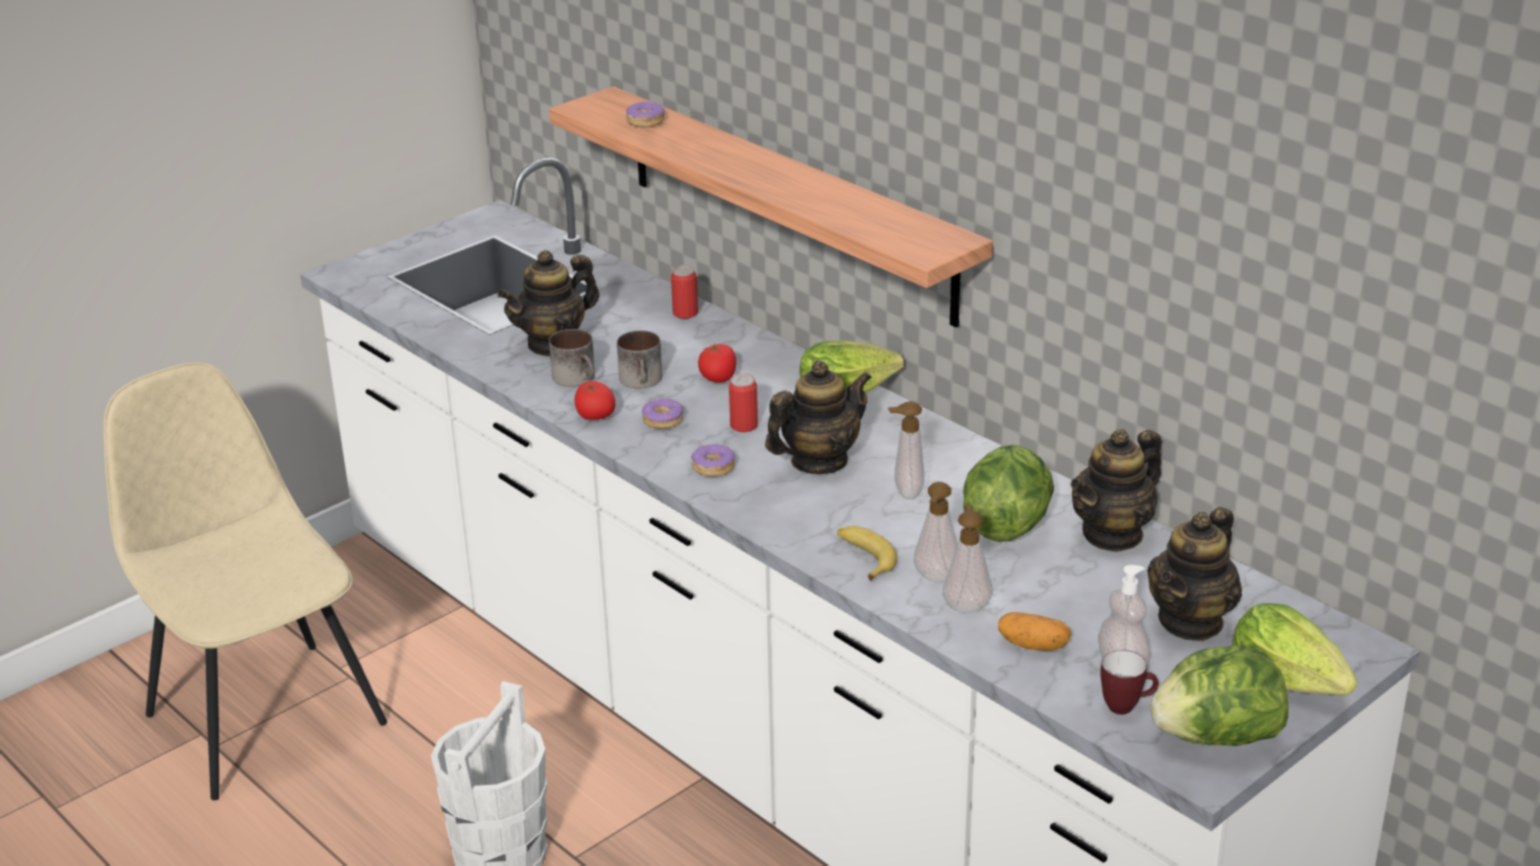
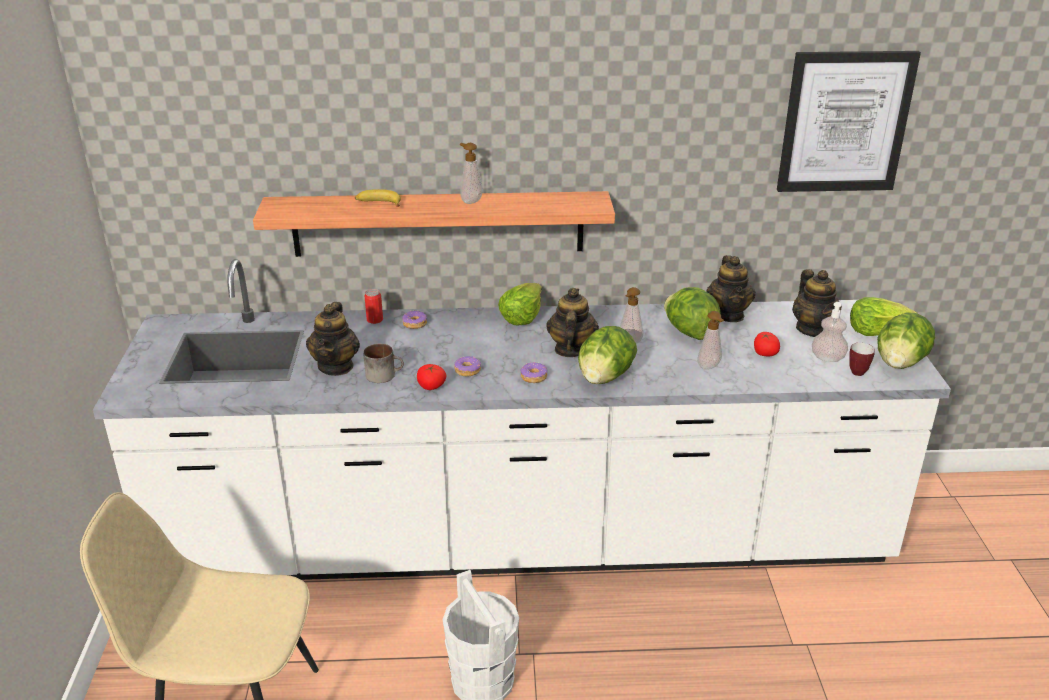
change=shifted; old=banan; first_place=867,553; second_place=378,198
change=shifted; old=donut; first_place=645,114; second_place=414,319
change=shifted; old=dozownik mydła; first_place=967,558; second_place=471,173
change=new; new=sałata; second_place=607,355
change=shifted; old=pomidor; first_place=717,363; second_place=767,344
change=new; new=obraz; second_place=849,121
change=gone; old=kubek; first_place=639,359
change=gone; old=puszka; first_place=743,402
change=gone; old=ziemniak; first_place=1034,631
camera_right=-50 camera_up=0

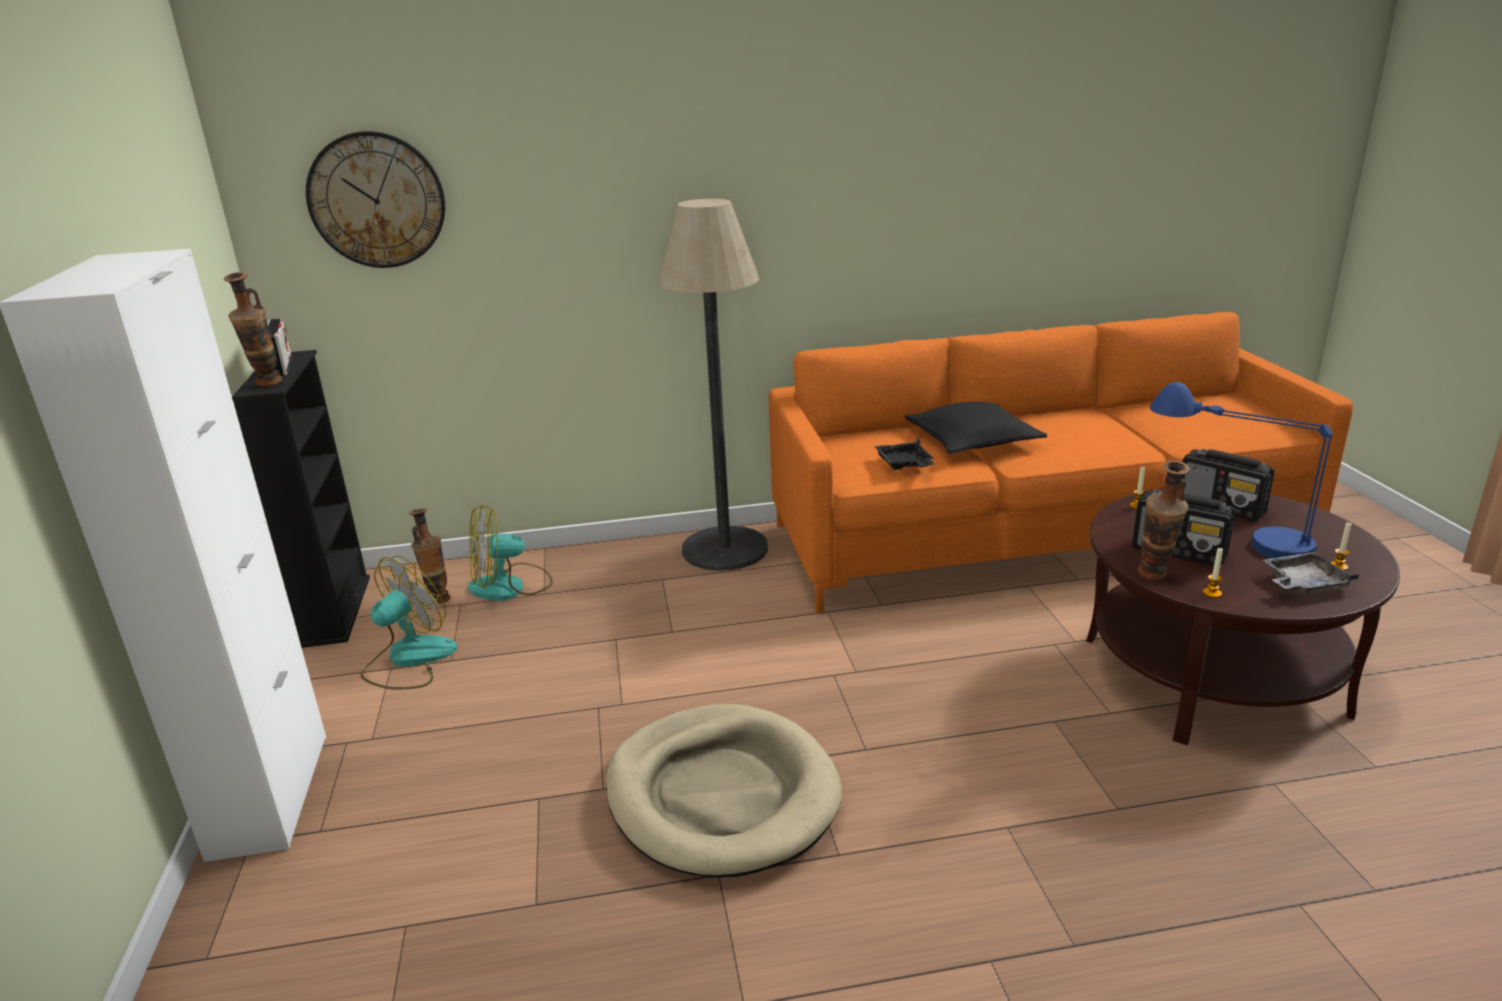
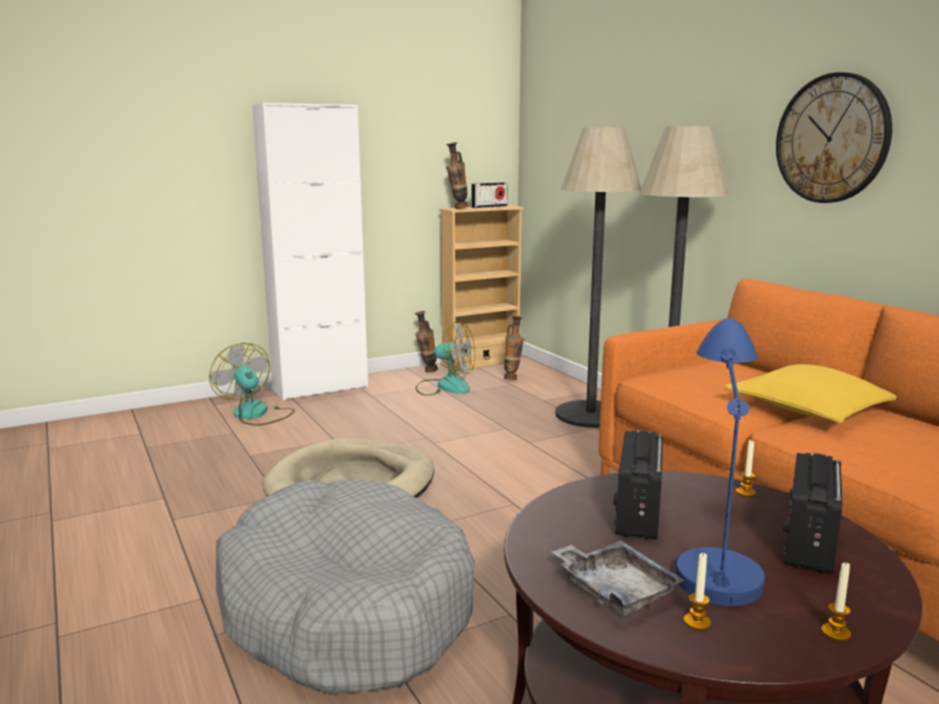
change=shifted; old=wentylator; first_place=510,552; second_place=252,384
change=new; new=legowisko [szary]; second_place=345,587
change=shifted; old=wazon; first_place=1164,520; second_place=426,342
change=repainted; old=regał [czarny]; new=regał [beżowy]; first_place=301,499; second_place=481,288
change=new; new=lampa stojąca; second_place=598,278
change=repainted; old=poduszka [czarny]; new=poduszka [żółty]; first_place=976,427; second_place=810,393
change=shifted; old=zegar ścienny; first_place=375,199; second_place=834,137
change=shifted; old=świeca; first_place=1213,572; second_place=836,602
change=gone; old=taca [czarny]; first_place=904,454
camera_right=70 camera_up=-10

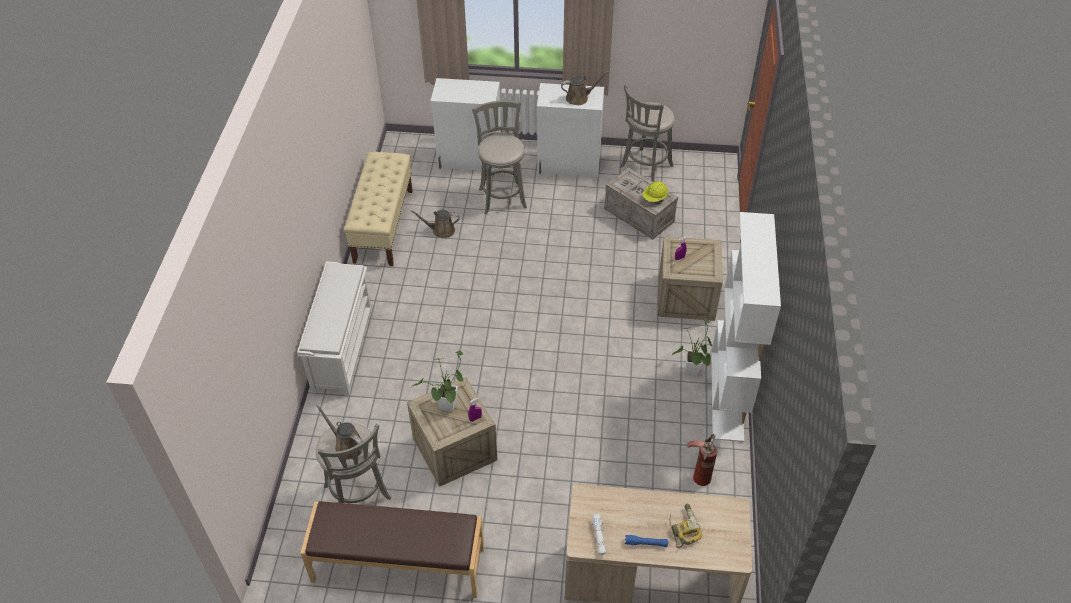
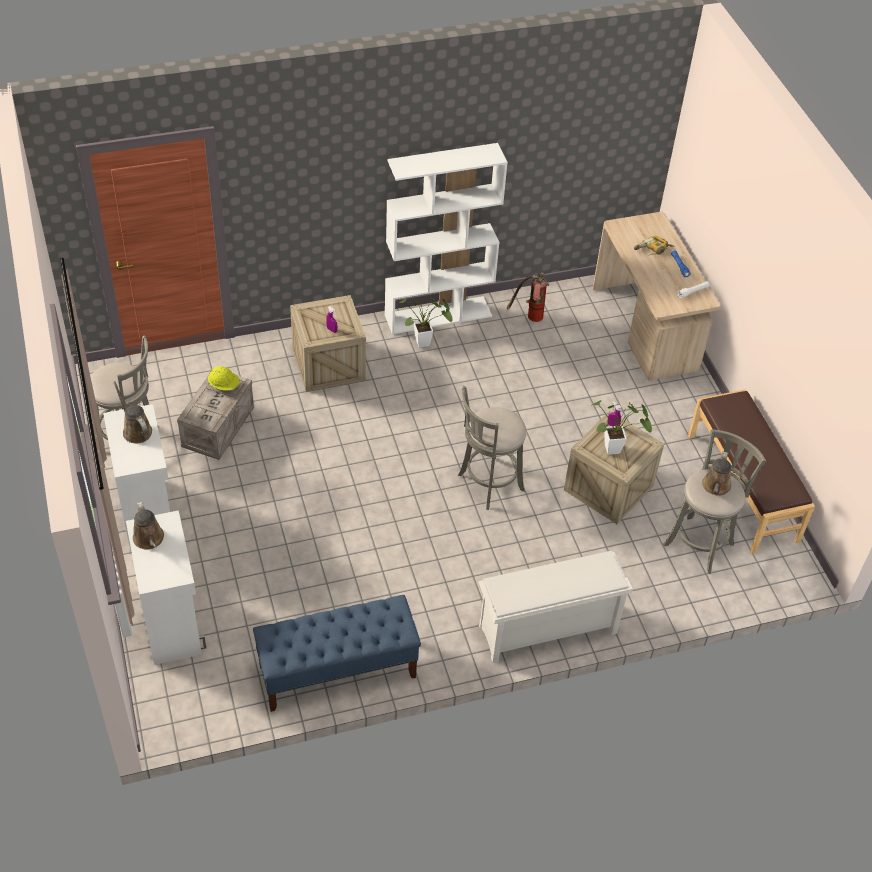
change=shifted; old=konewka [brązowy]; first_place=435,224; second_place=148,525
change=repainted; old=ławka [beżowy]; new=ławka [niebieski]; first_place=378,209; second_place=337,653
change=shifted; old=stołek [szary]; first_place=499,157; second_place=492,448
camera_right=-115 camera_up=0

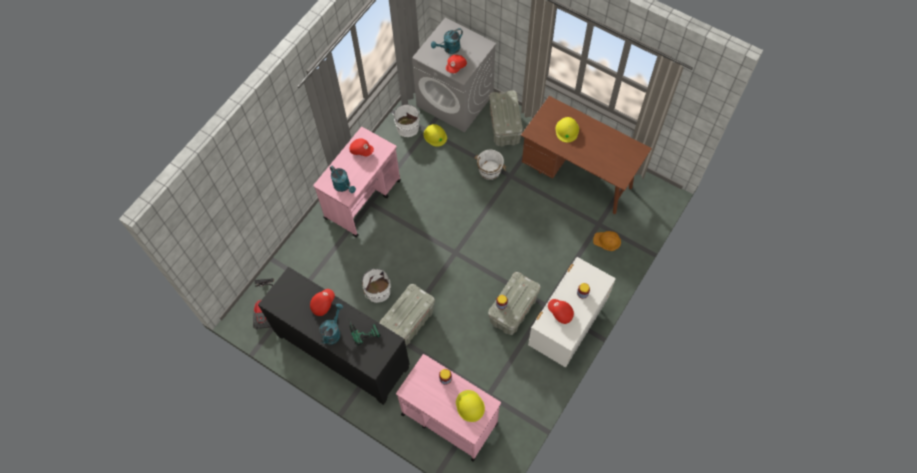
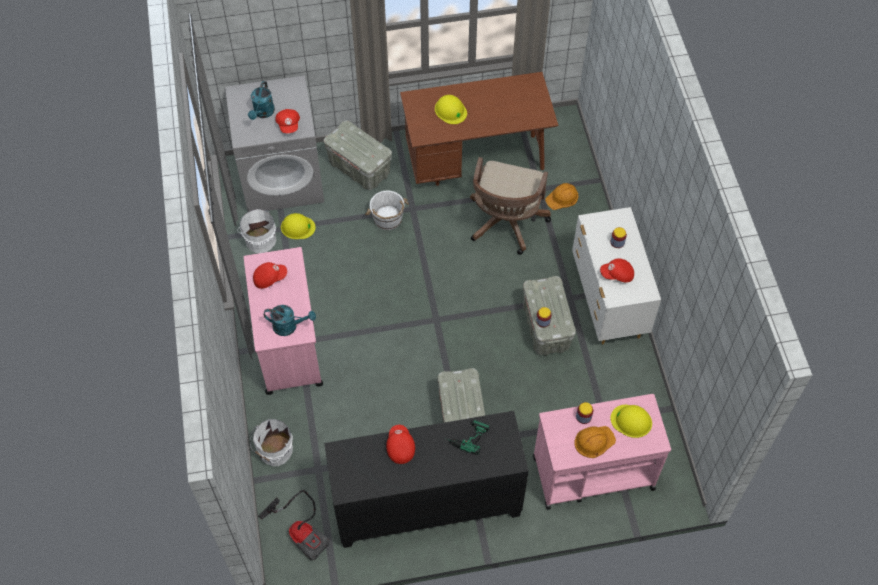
change=shifted; old=wiadro [biały]; first_place=376,285; second_place=271,442
change=new; new=krzesło biurowe [brązowy]; second_place=510,206
change=new; new=kask [pomarańczowy]; second_place=595,442
change=gone; old=konewka [turkusowy]; first_place=331,324
camera_right=-45 camera_up=-5

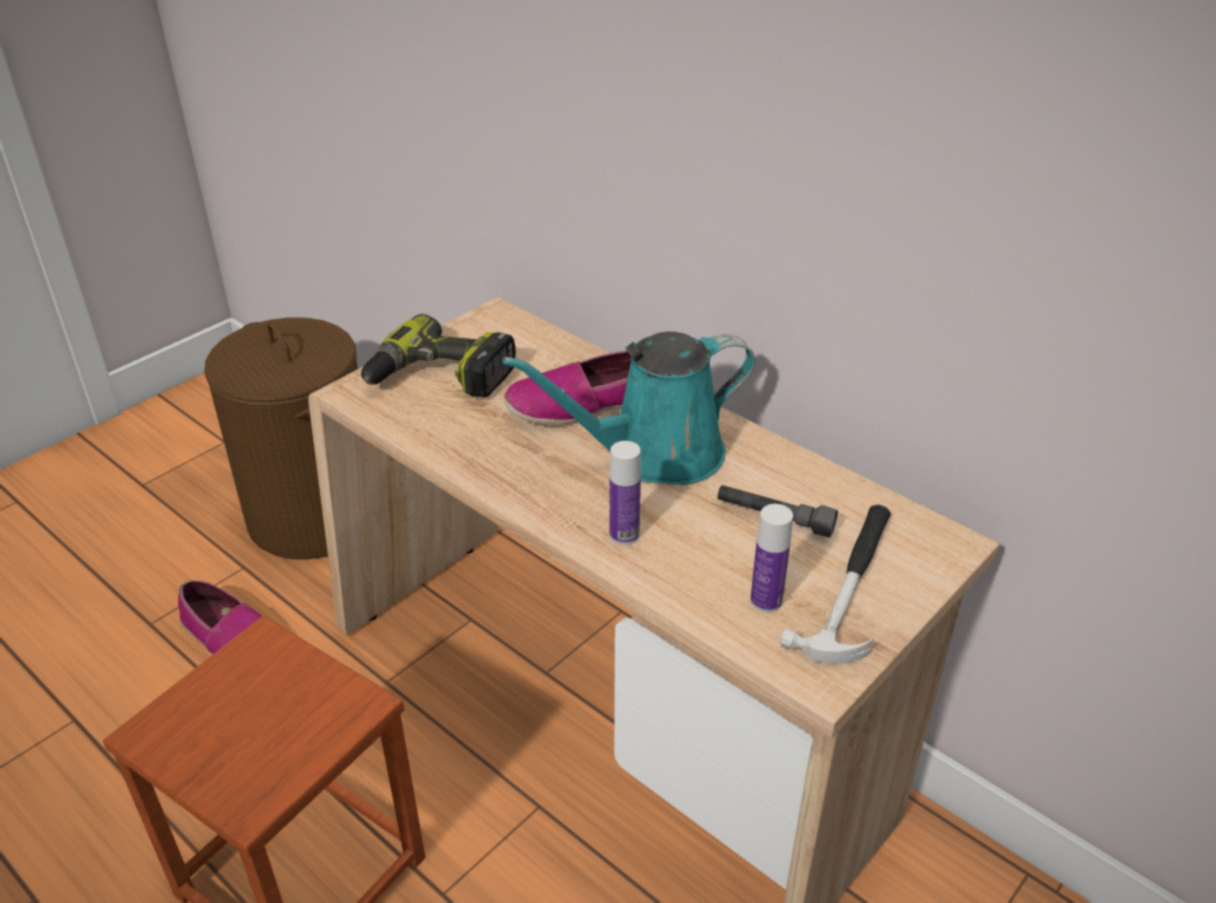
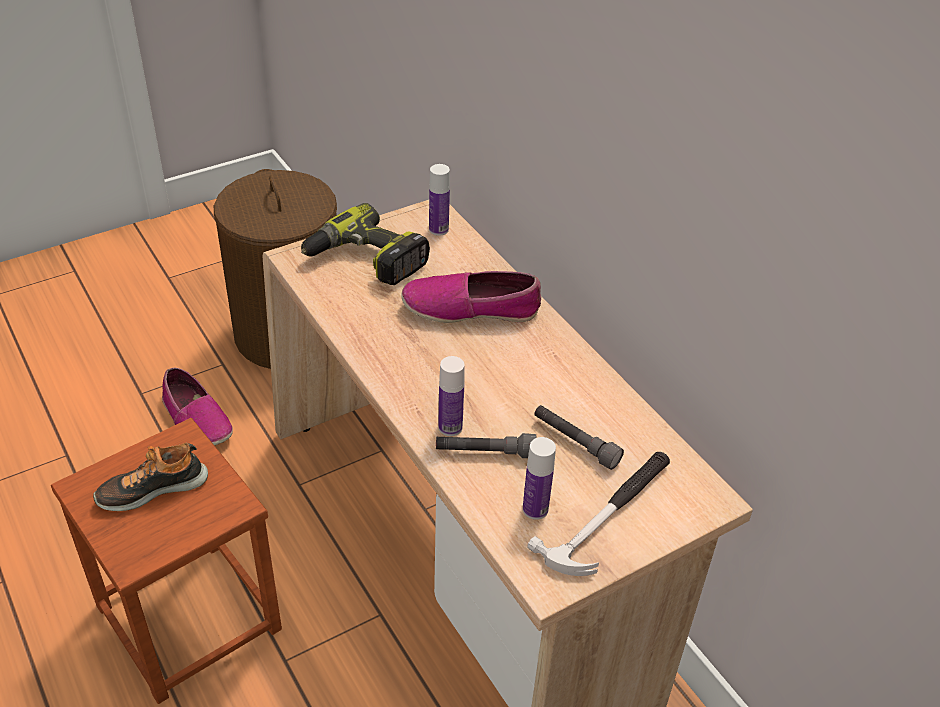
change=new; new=but; second_place=150,477
change=new; new=butelka; second_place=439,200
change=new; new=latarka [szary]; second_place=486,445
change=gone; old=konewka [turkusowy]; first_place=629,408
camera_right=15 camera_up=5

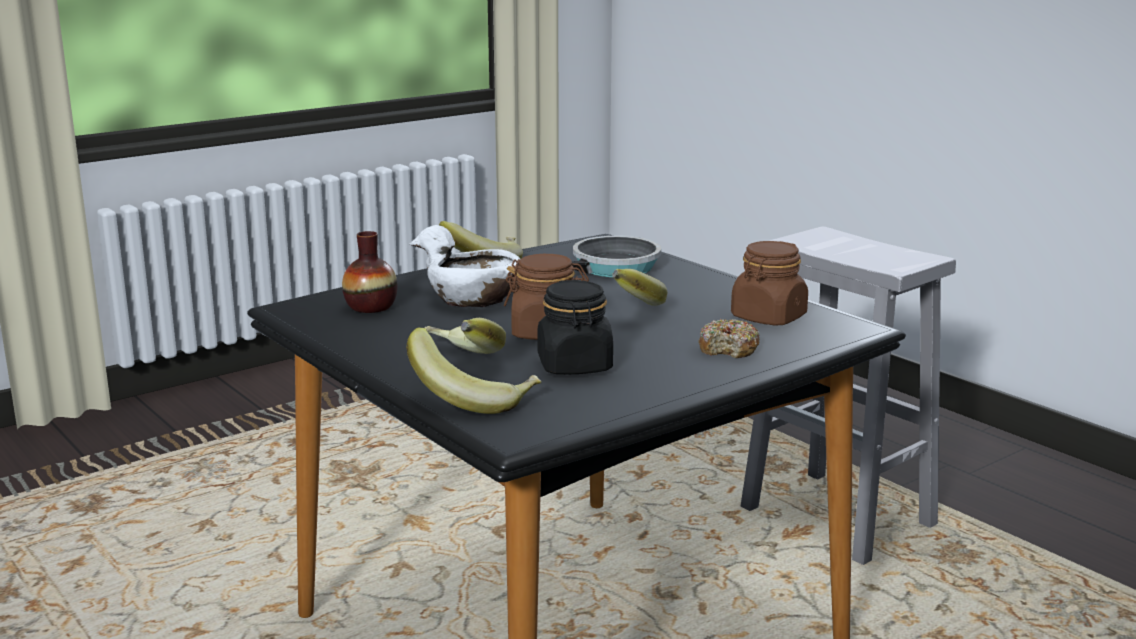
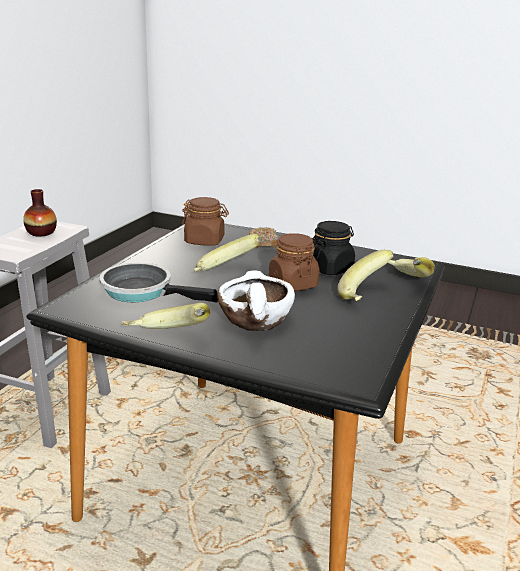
change=shifted; old=wazon; first_place=370,272; second_place=40,213
camera_right=-120 camera_up=5

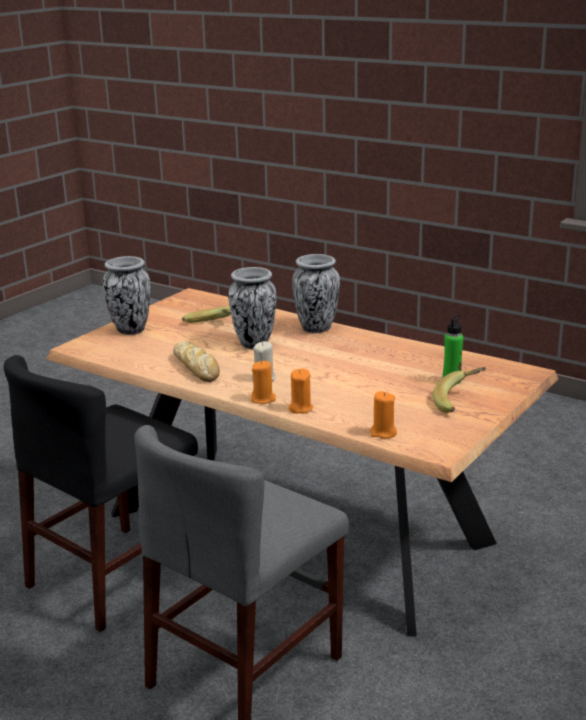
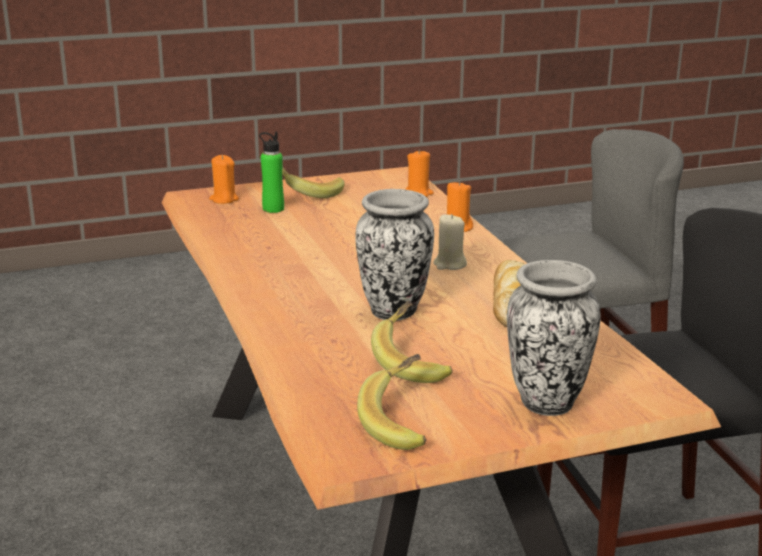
change=shifted; old=świeca [pomarańczowy]; first_place=263,382; second_place=224,179
change=new; new=banan; second_place=391,402
change=gone; old=wazon; first_place=316,293
camera_right=-145 camera_up=0

